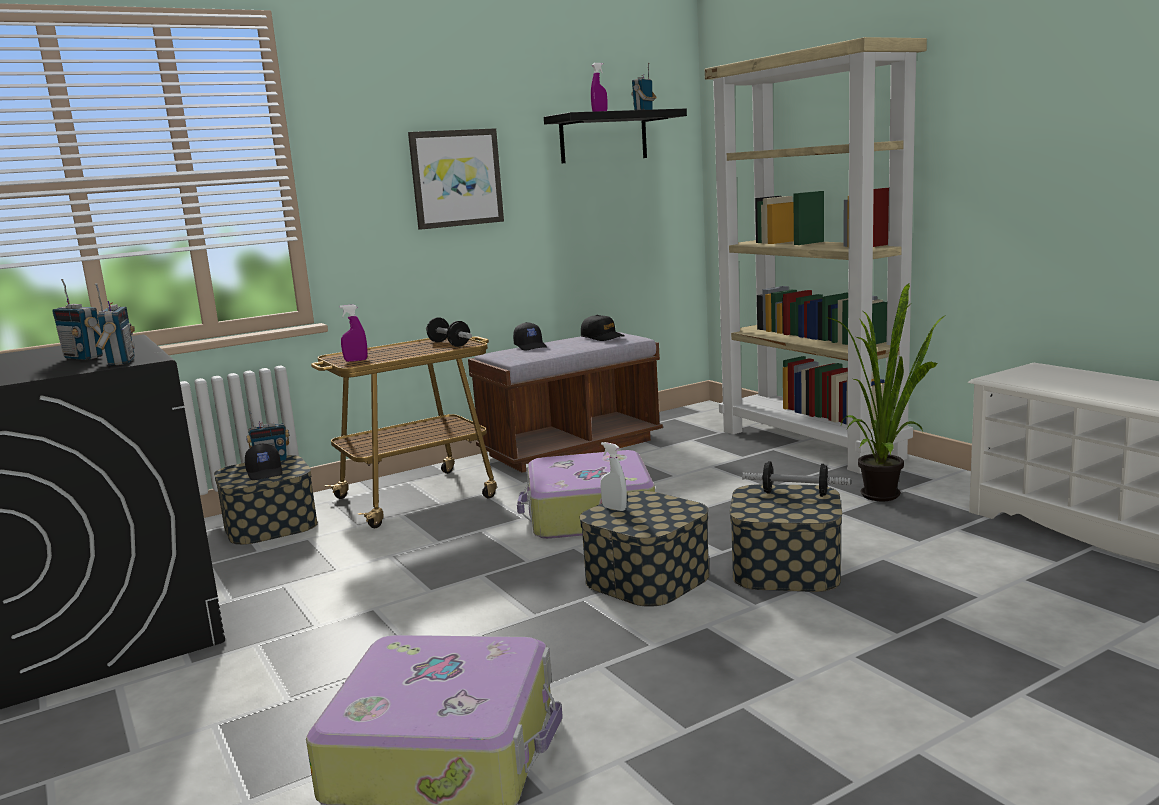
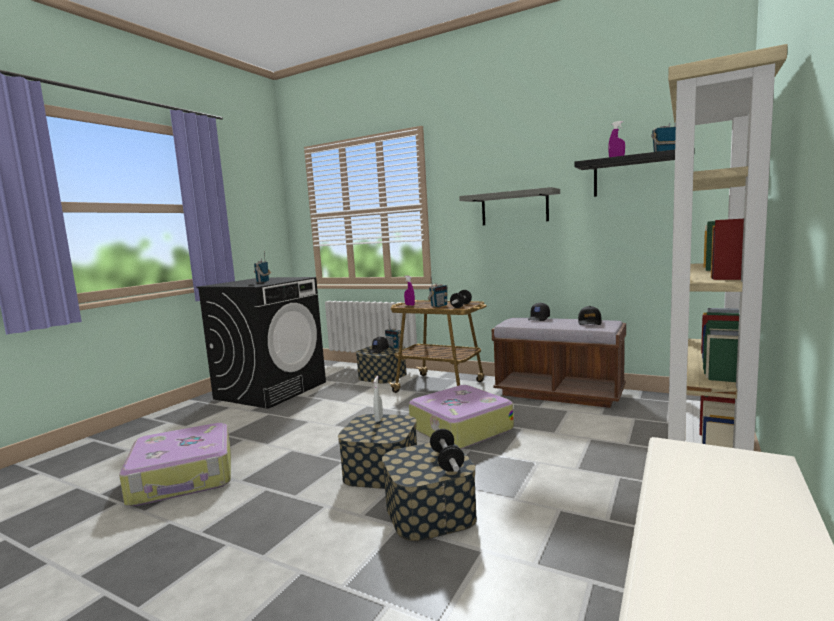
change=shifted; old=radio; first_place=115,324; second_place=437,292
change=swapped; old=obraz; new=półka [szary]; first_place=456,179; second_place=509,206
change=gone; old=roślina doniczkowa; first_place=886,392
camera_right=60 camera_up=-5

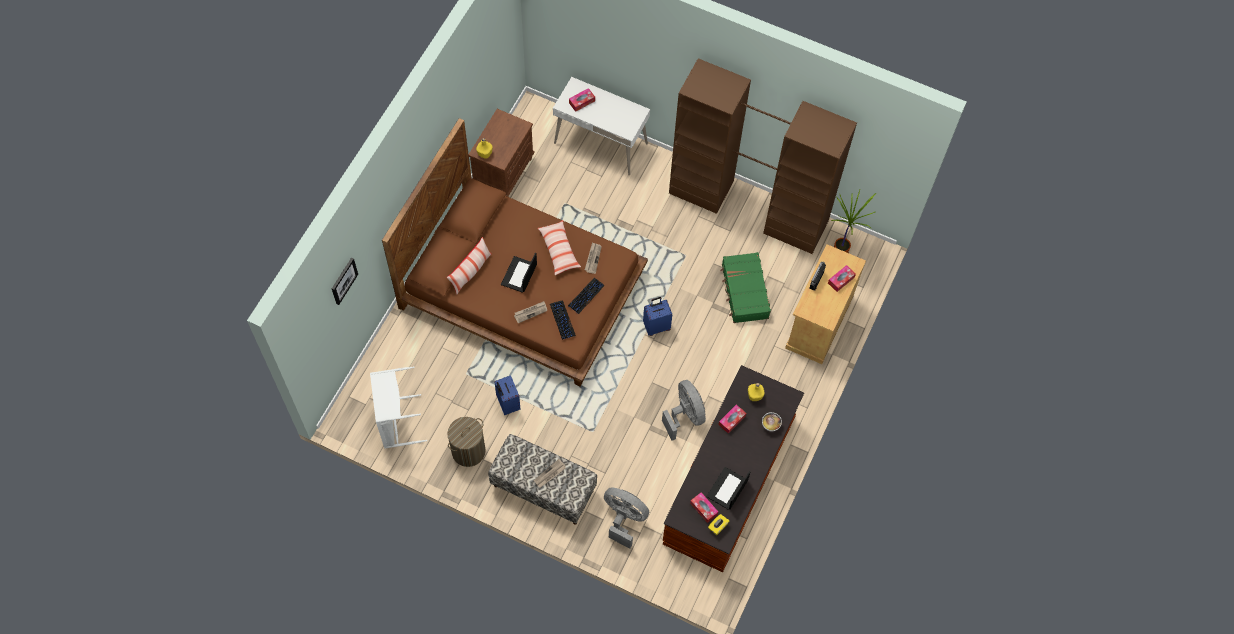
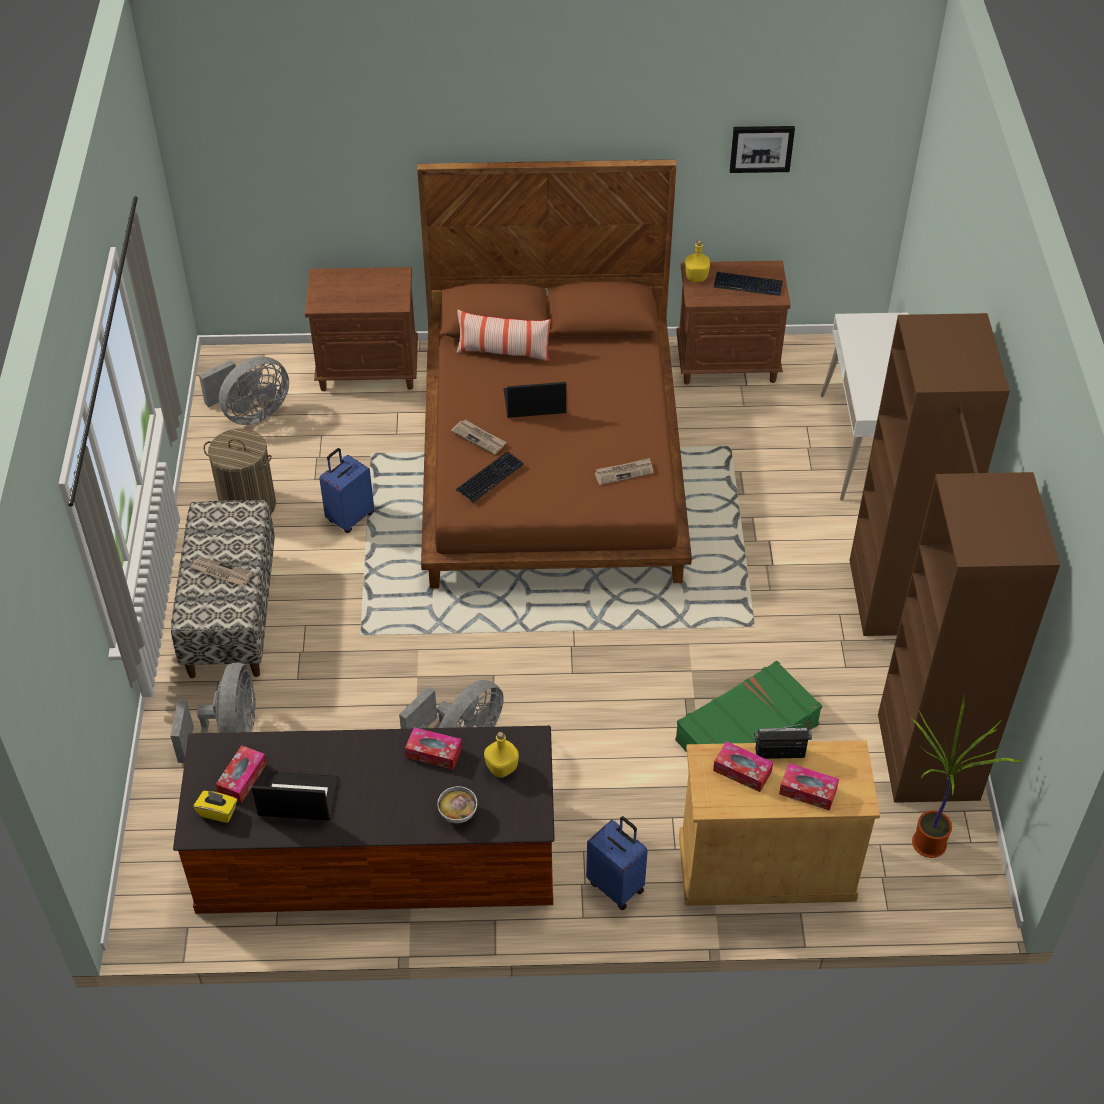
change=swapped; old=kosz na pranie [biały]; new=wentylator [szary]; first_place=398,407; second_place=244,390
change=new; new=szafka nocna [brązowy]; second_place=361,329
change=shifted; old=walizka [niebieski]; first_place=657,316; second_place=617,863
change=shifted; old=klawiatura; first_place=586,296; second_place=748,284
change=shifted; old=pudełko chusteczek; first_place=582,100; second_place=743,766
change=shifted; old=obraz; first_place=345,281; second_place=762,149
change=gone; old=poduszka; first_place=559,247
camera_right=65 camera_up=-15

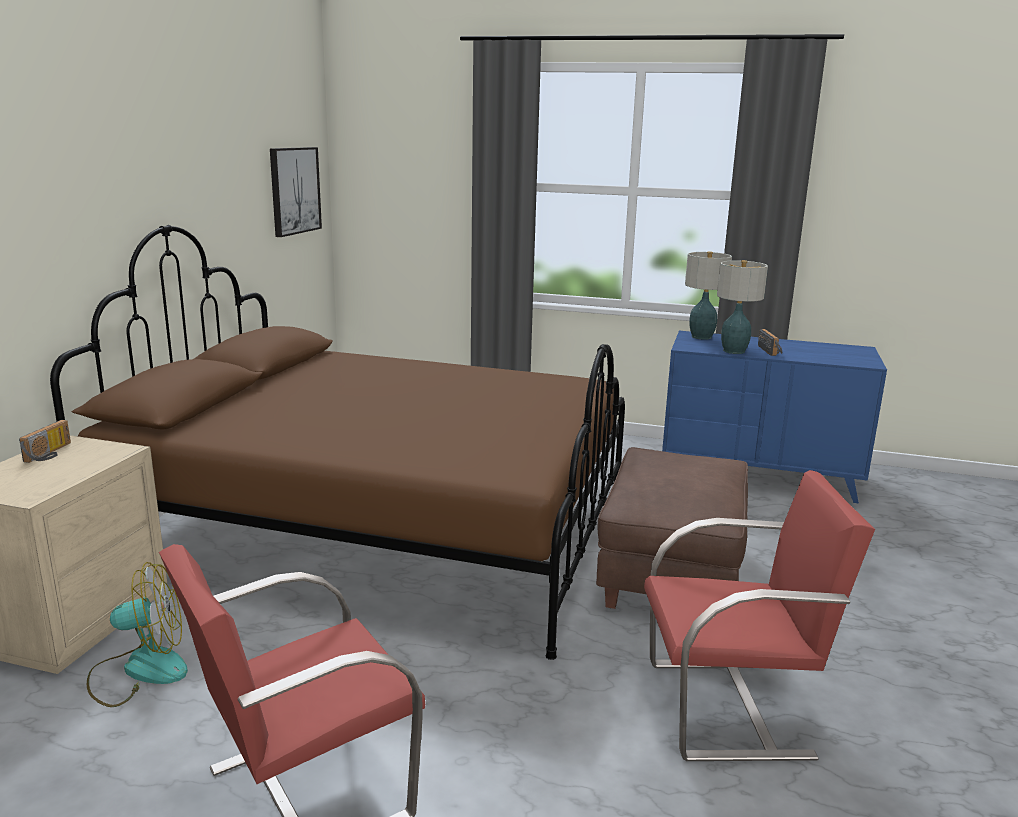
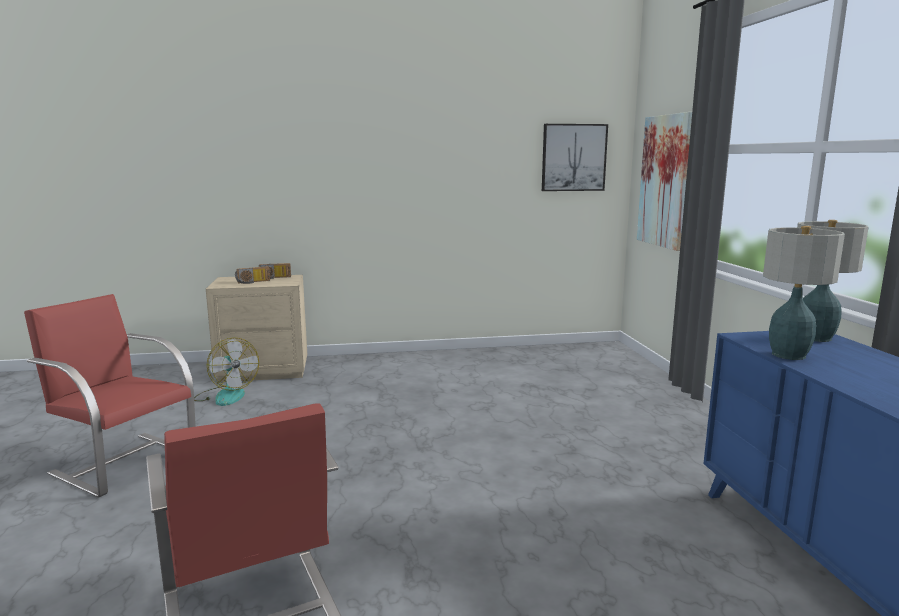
change=shifted; old=radio; first_place=770,342; second_place=252,275
change=new; new=obraz; second_place=664,181
change=gone; old=łóżko [brązowy]; first_place=337,442
change=gone; old=pufa [brązowy]; first_place=672,528
camera_right=65 camera_up=-5

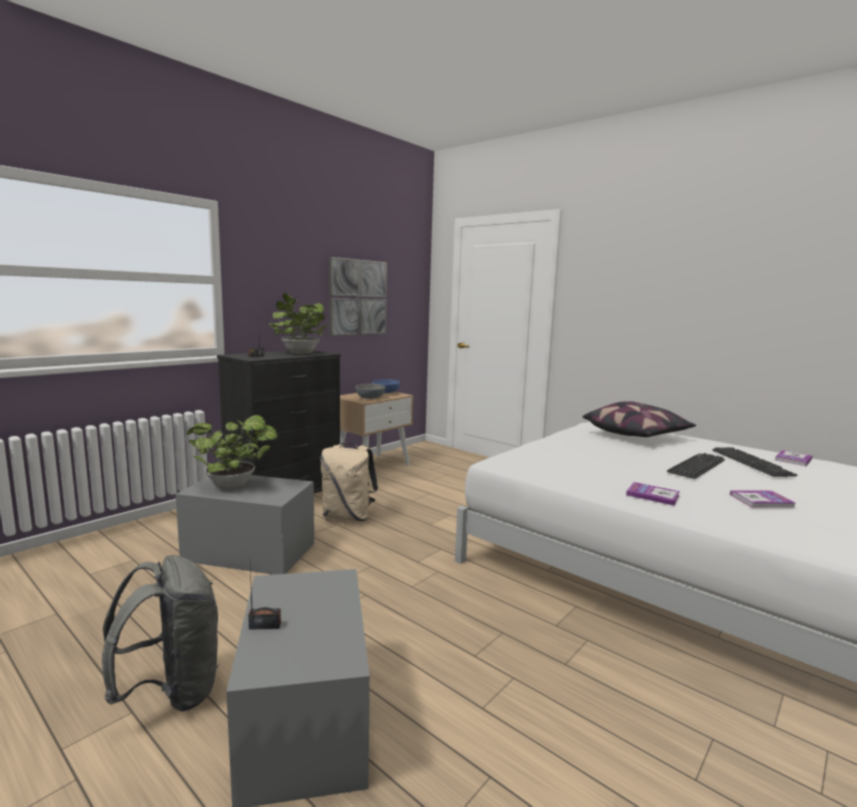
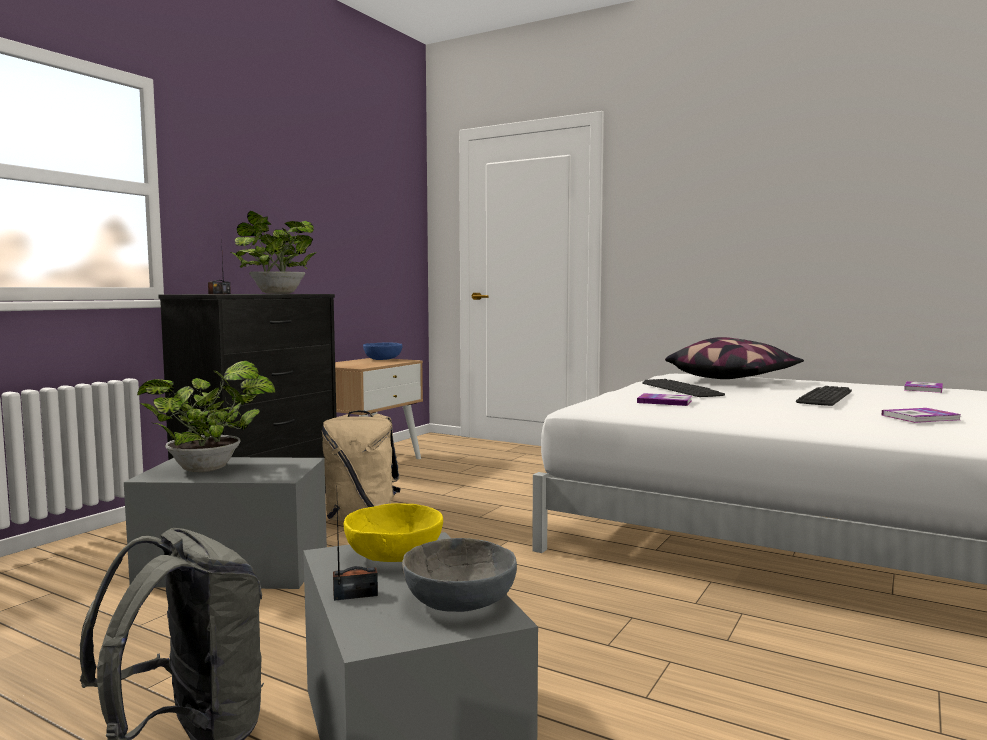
change=new; new=miska [żółty]; second_place=393,533
change=shifted; old=miska [szary]; first_place=371,391; second_place=459,575
change=shifted; old=książka; first_place=653,494; second_place=664,399
change=shifted; old=klawiatura; first_place=754,462; second_place=683,388
change=gone; old=obraz; first_place=358,296
camera_right=-10 camera_up=-5

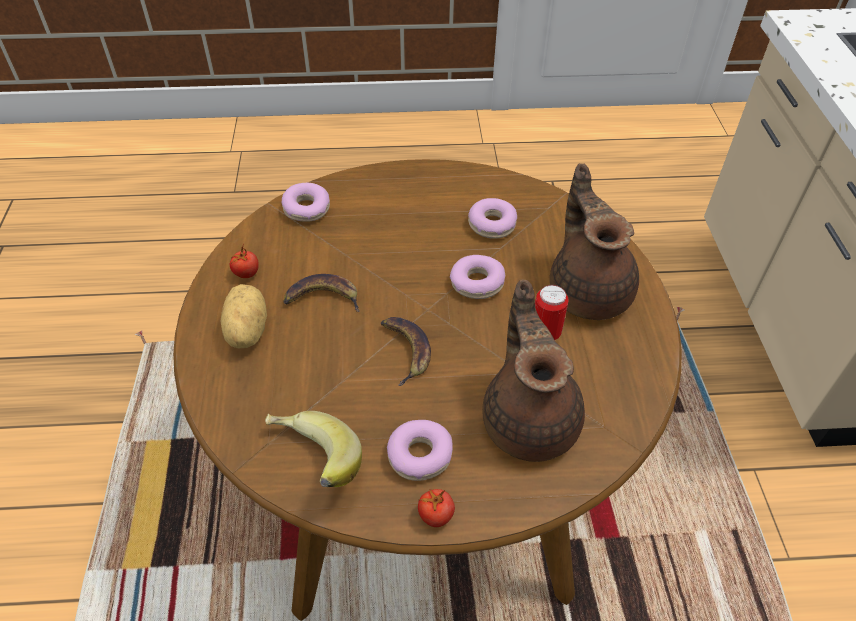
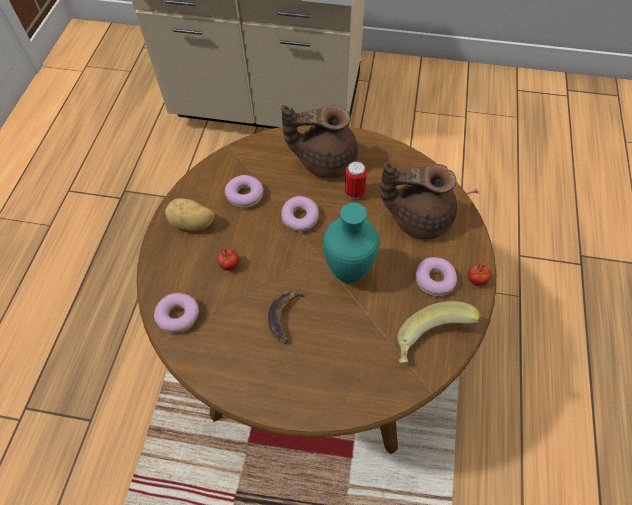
change=shifted; old=ziemniak; first_place=243,316; second_place=189,214
change=shifted; old=pomidor; first_place=244,262; second_place=228,259
change=swapped; old=banan; new=wazon [turkusowy]; first_place=406,351; second_place=351,243
camera_right=-75 camera_up=10

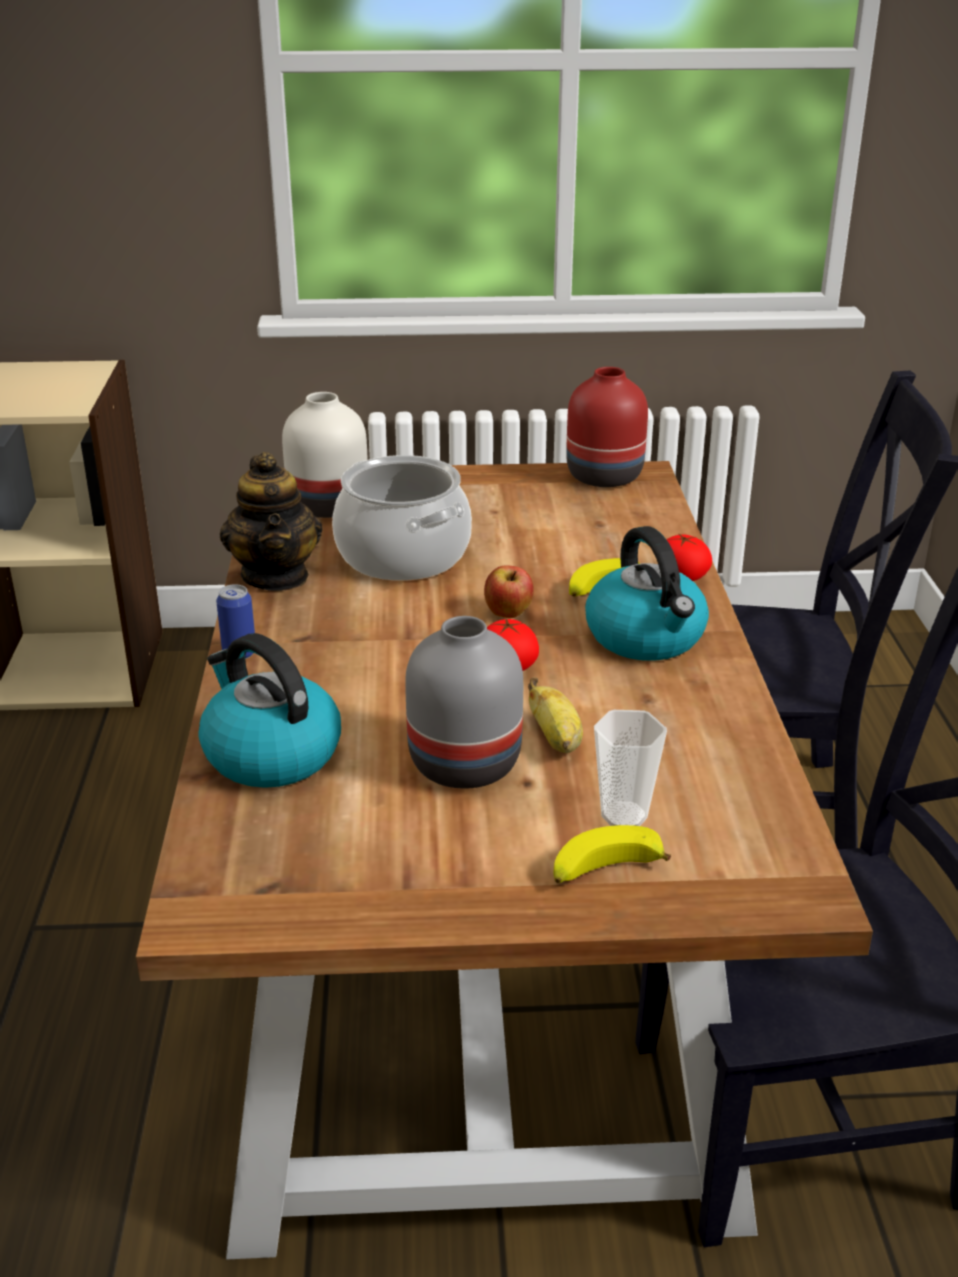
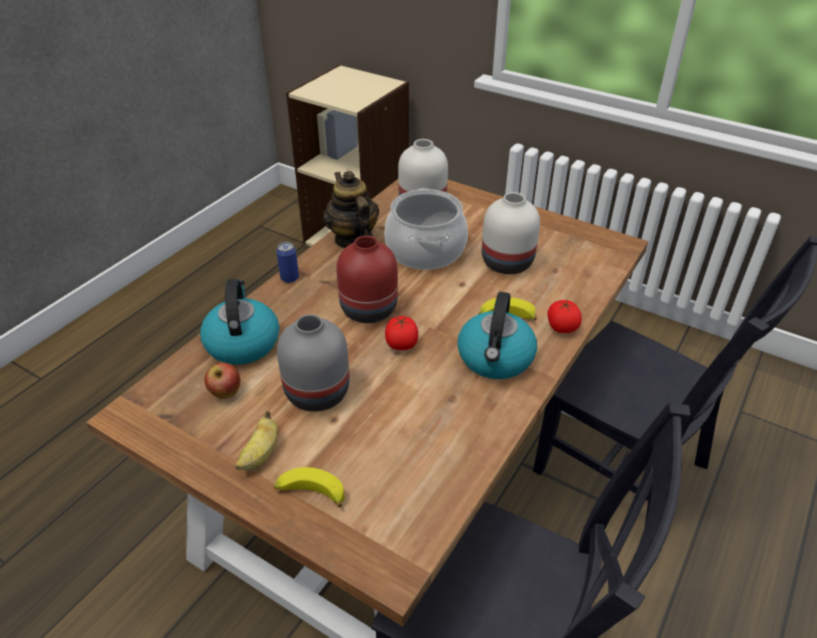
change=shifted; old=jabłko; first_place=509,592; second_place=222,380
change=shifted; old=banan; first_place=555,715; second_place=256,440
change=rotated; old=imbryk; first_place=271,521; second_place=351,210; degrees=135
change=shifted; old=wazon [czerwony]; first_place=607,427; second_place=367,279
change=new; new=wazon [biały]; second_place=511,233
change=gone; old=filiżanka; first_place=630,768
camera_right=35 camera_up=10

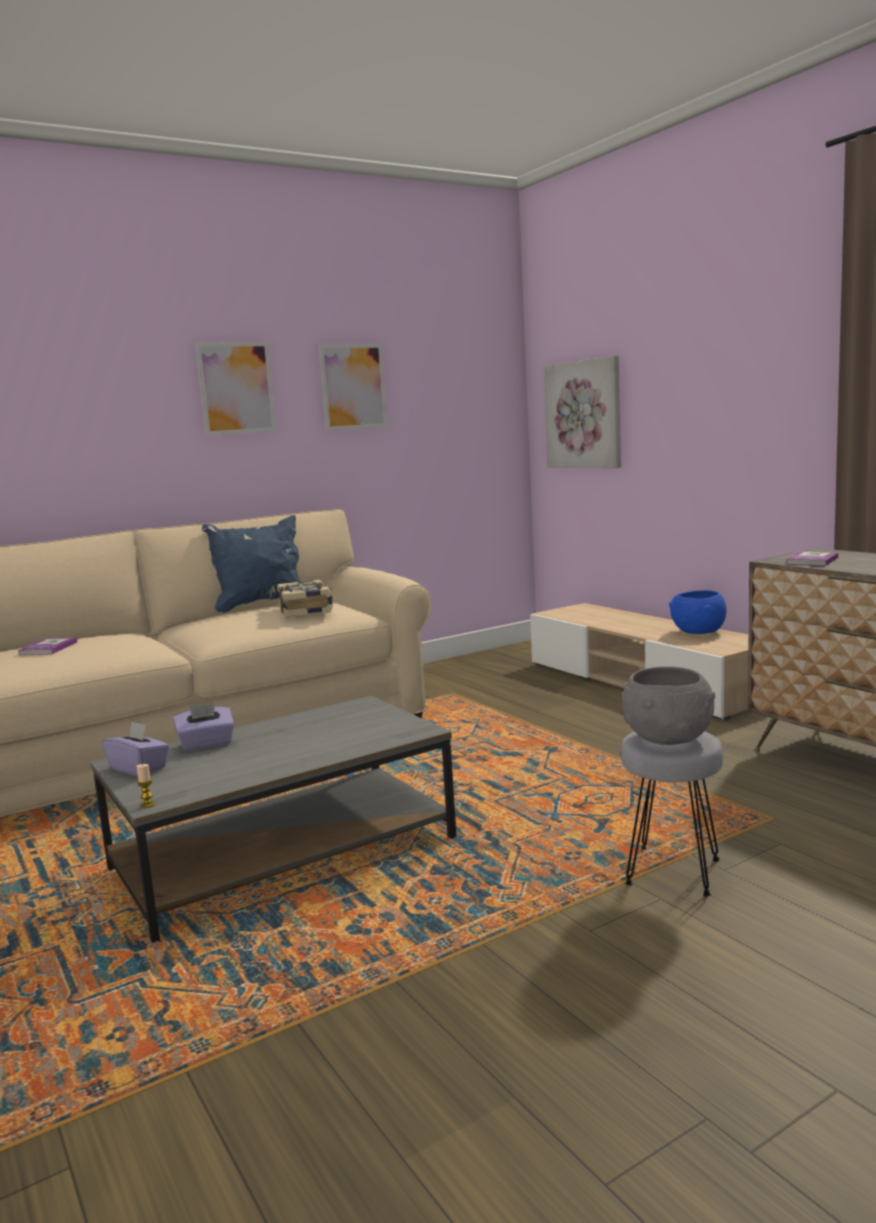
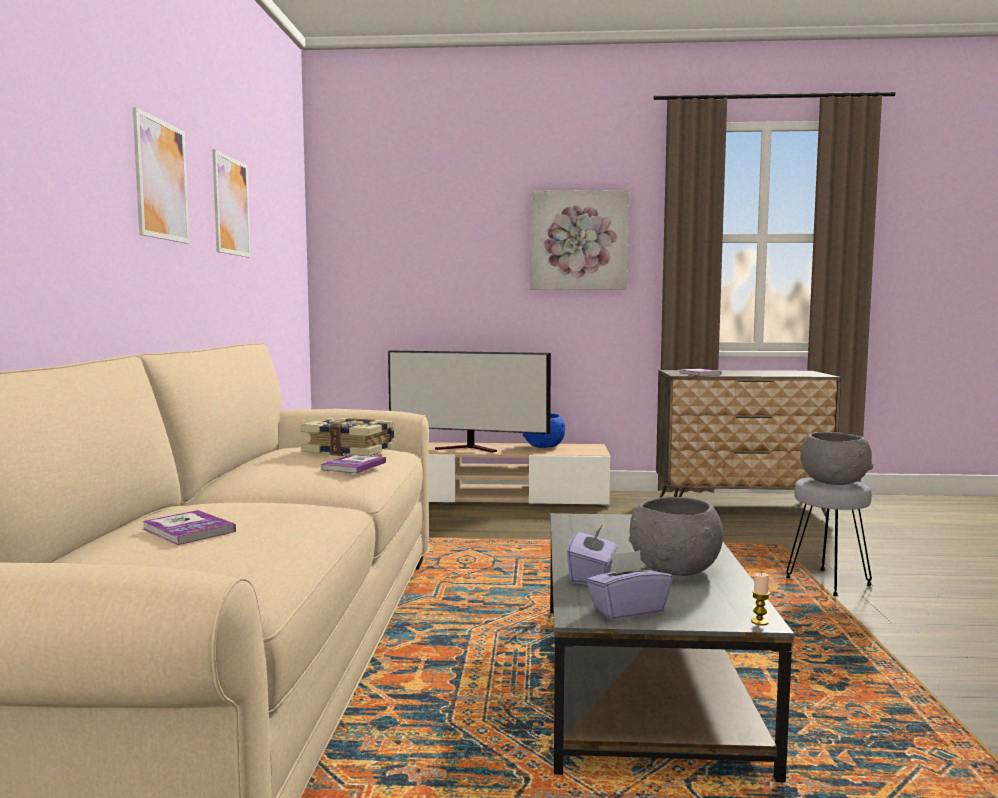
change=new; new=książka; second_place=353,463
change=new; new=telewizor; second_place=469,401
change=shifted; old=obraz; first_place=582,412; second_place=579,240
change=new; new=miska [szary]; second_place=676,536
change=gone; old=poduszka [niebieski]; first_place=252,564
camera_right=-55 camera_up=-5

